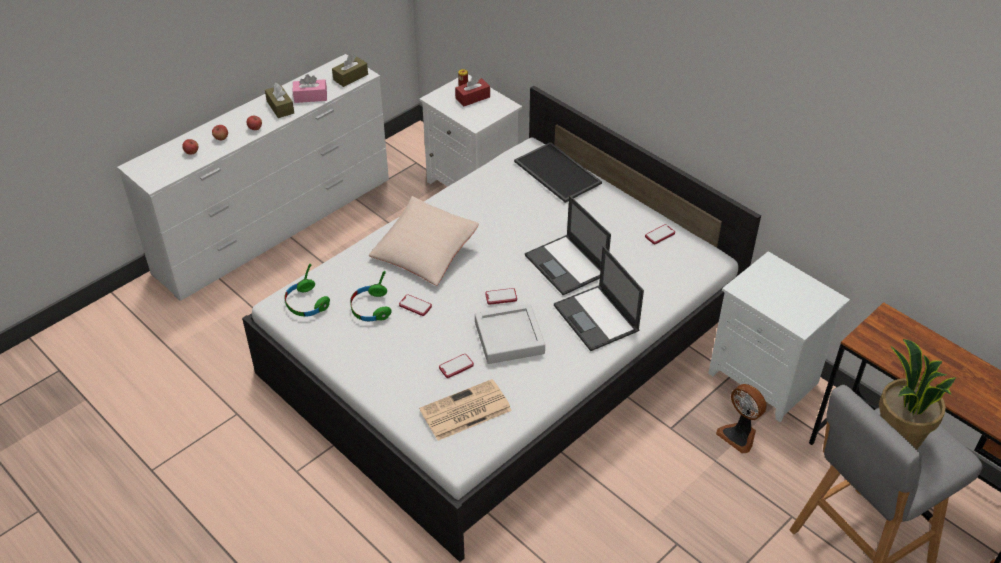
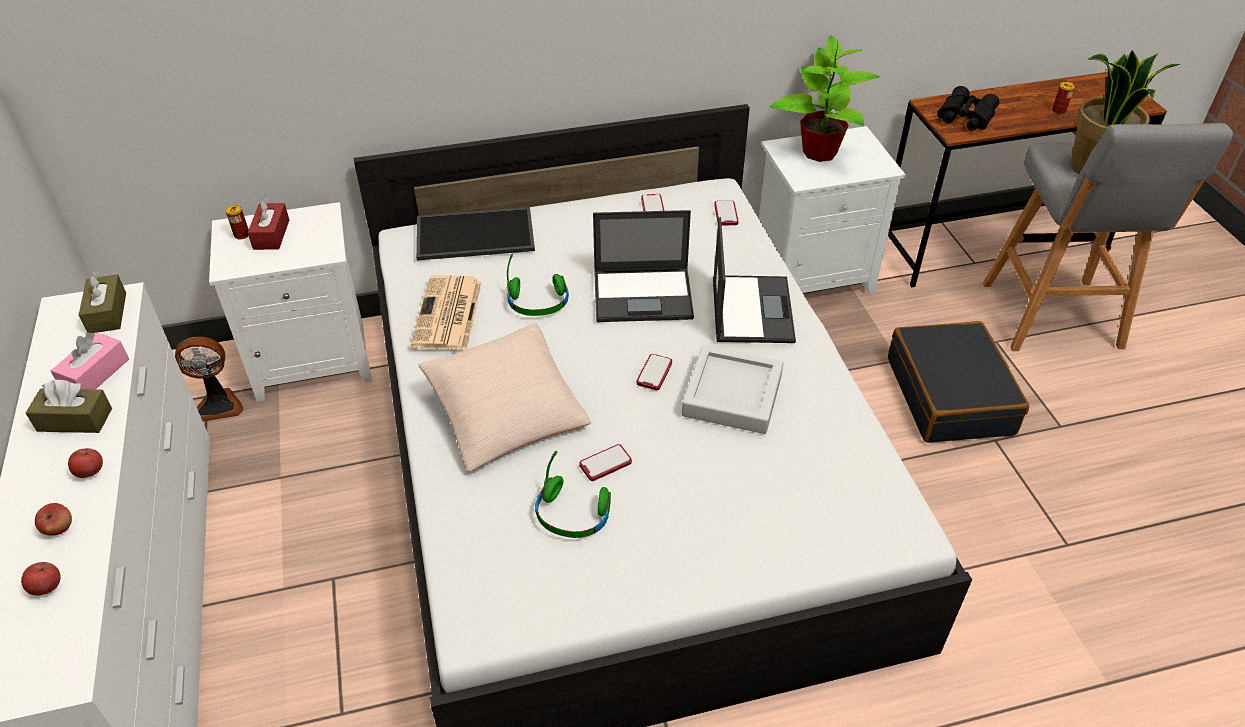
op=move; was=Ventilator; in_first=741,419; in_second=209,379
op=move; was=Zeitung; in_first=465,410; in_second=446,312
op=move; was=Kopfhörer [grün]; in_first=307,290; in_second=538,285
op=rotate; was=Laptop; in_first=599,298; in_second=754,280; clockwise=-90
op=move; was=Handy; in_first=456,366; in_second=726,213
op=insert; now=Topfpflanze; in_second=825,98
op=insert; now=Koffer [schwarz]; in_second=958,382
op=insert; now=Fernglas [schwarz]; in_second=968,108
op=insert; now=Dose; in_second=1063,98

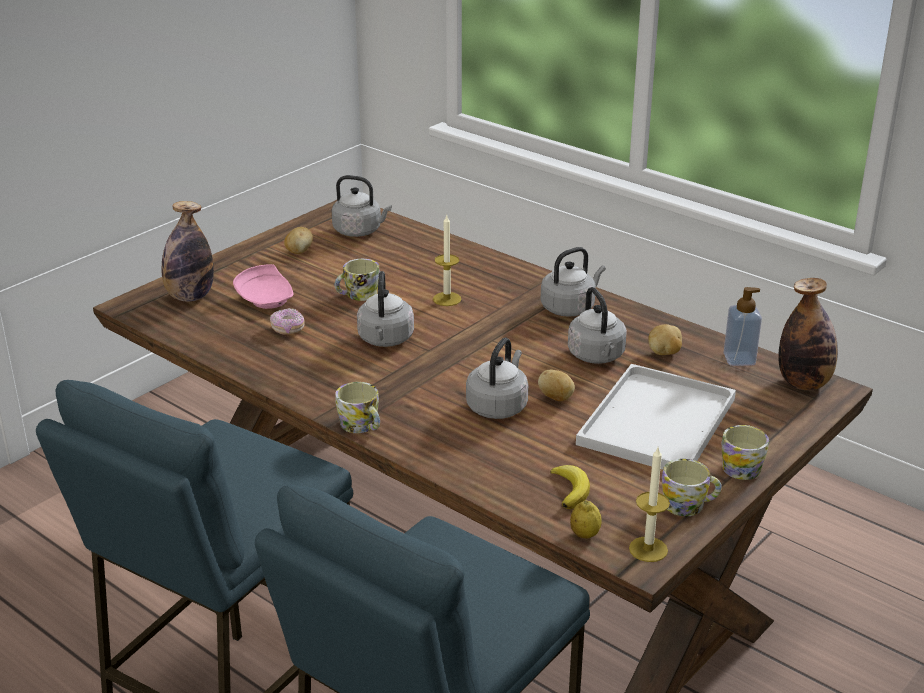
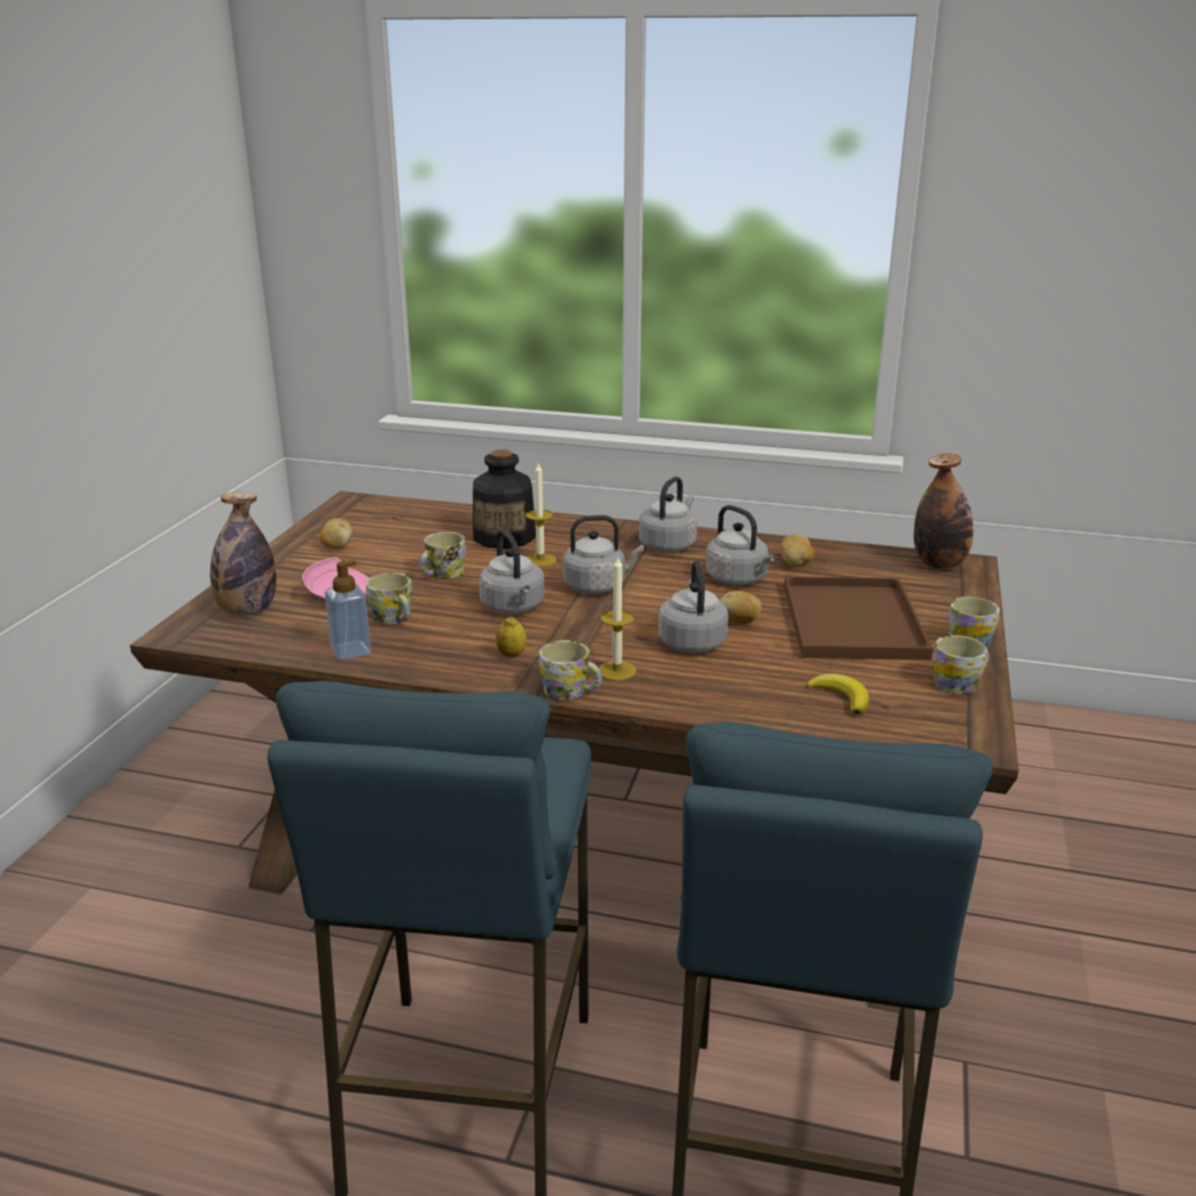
op=move; was=Seifenspender; in_first=742,326; in_second=348,610
op=replace; was=Donut; now=Henkelbecher; in_first=287,321; in_second=389,598
op=insert; now=Flasche; in_second=504,499
op=move; was=Zitrone; in_first=585,519; in_second=511,636
op=move; was=Wasserkessel [grau]; in_first=362,206; in_second=603,554
op=move; was=Kerze; in_first=649,504; in_second=617,619
op=recolor; was=Tablett [weiß]; now=Tablett [braun]; in_first=656,417; in_second=858,618

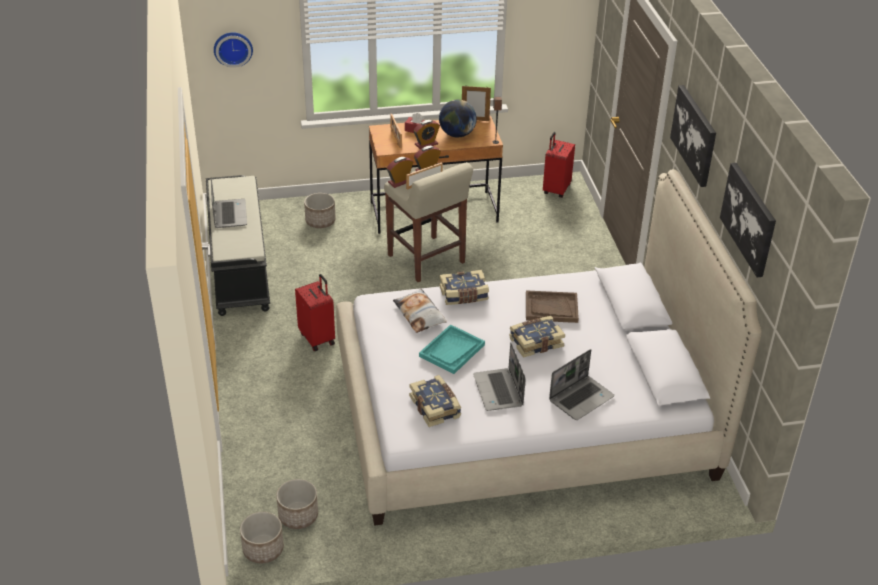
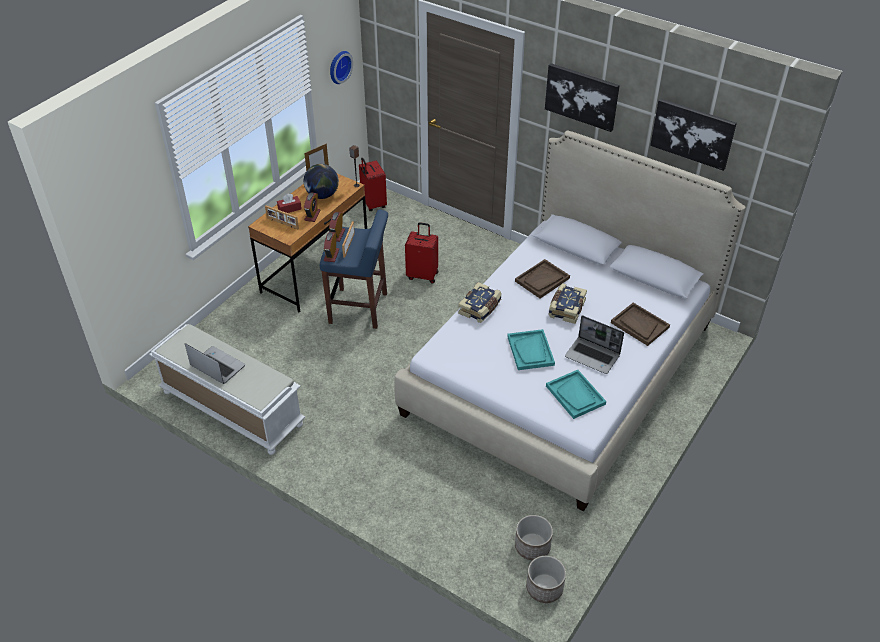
op=recolor; was=Bank [schwarz]; now=Bank [weiß]; in_first=238,245; in_second=227,389
op=recolor; was=Hocker [beige]; now=Hocker [blau]; in_first=428,222; in_second=354,269
op=move; was=Wanduhr; in_first=233,50; in_second=341,67
op=move; was=Koffer [rot]; in_first=315,312; in_second=422,253
op=replace; was=Buch; now=Tablett [türkis]; in_first=435,401; in_second=576,394
op=replace; was=Laptop; now=Tablett [braun]; in_first=581,384; in_second=640,324
op=delete; was=Pflanzkübel; in_first=320,210
op=delete; was=Kissen; in_first=420,310

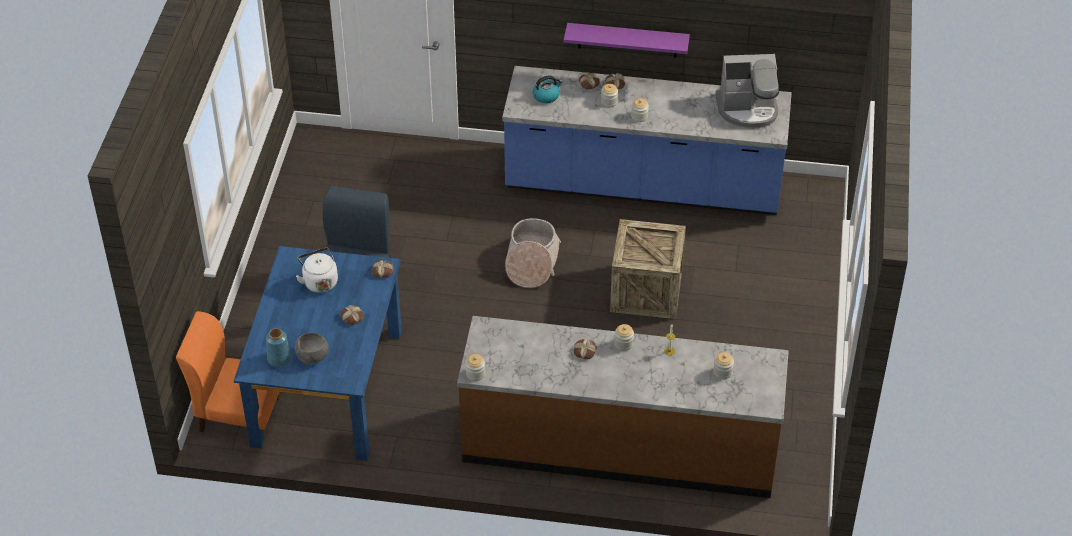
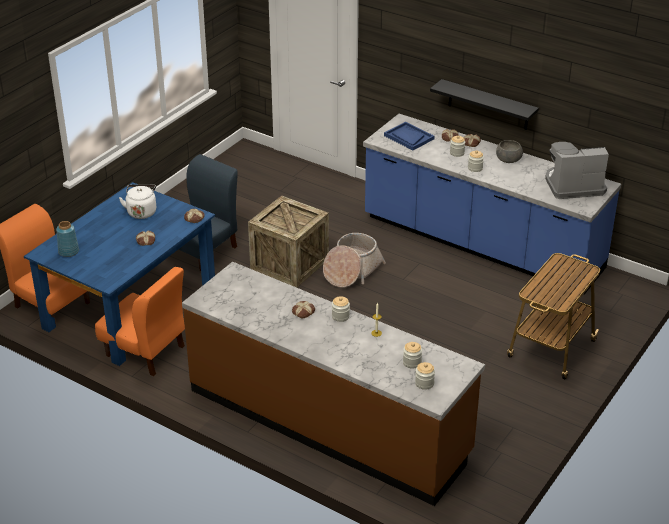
op=insert; now=Stuhl [orange]; in_second=140,321
op=move; was=Kiste; in_first=648,269; in_second=288,242
op=replace; was=Wasserkessel; now=Tablett [blau]; in_first=548,89; in_second=409,136
op=move; was=Vorratsglas; in_first=475,367; in_second=425,376
op=recolor; was=Wandregal [lila]; now=Wandregal [schwarz]; in_first=627,40; in_second=484,104
op=move; was=Schüssel [grau]; in_first=312,348; in_second=509,151
op=insert; now=Rollwagen; in_second=553,316
op=rotate; was=Kaffeemaschine; in_first=747,91; in_second=577,170; clockwise=150

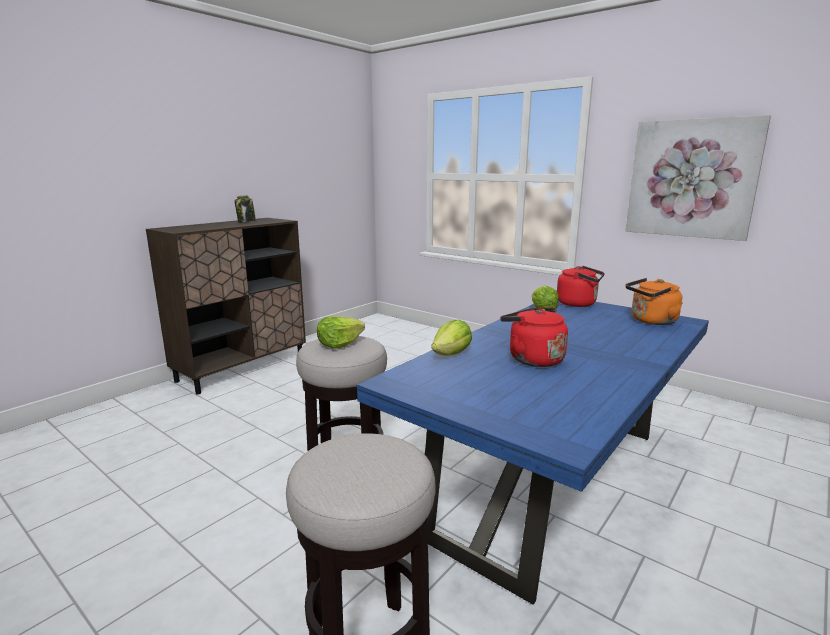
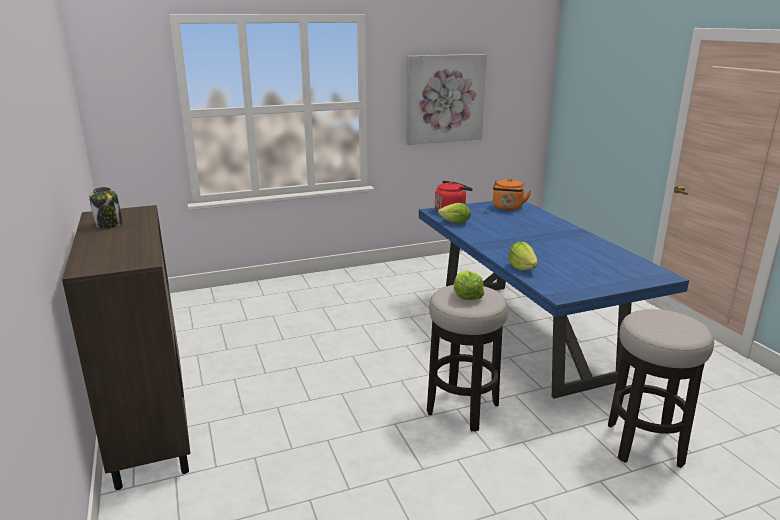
op=delete; was=Wasserkessel [rot]; in_first=534,337

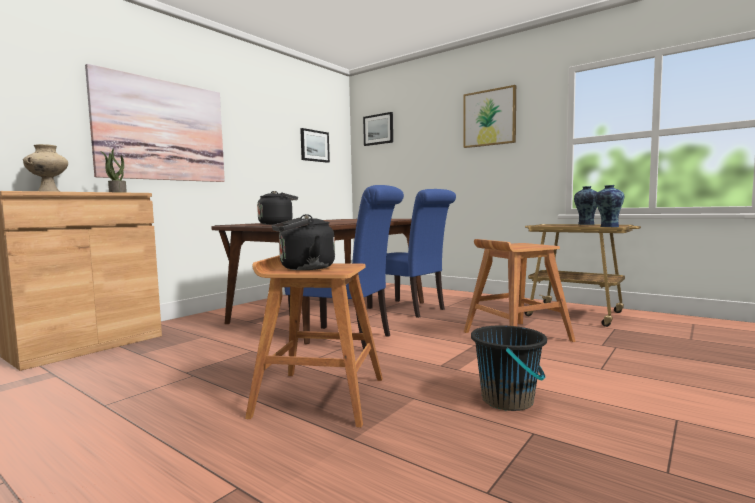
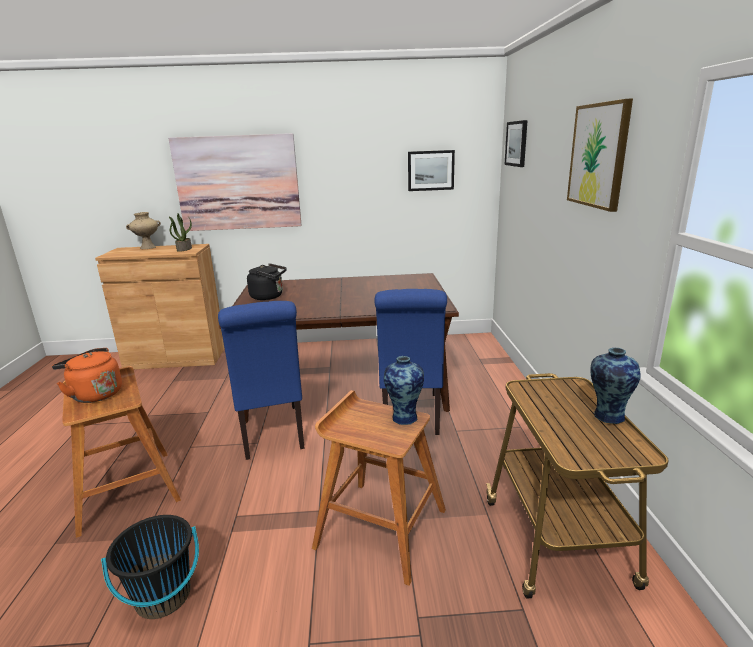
op=recolor; was=Wasserkessel [schwarz]; now=Wasserkessel [orange]; in_first=303,242; in_second=87,375
op=move; was=Vase; in_first=609,206; in_second=404,390

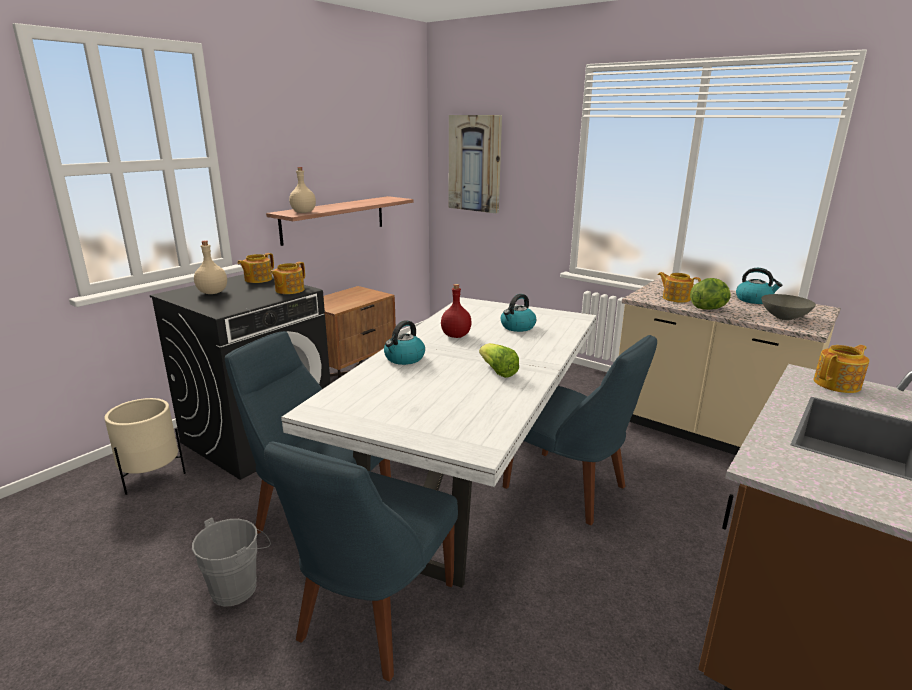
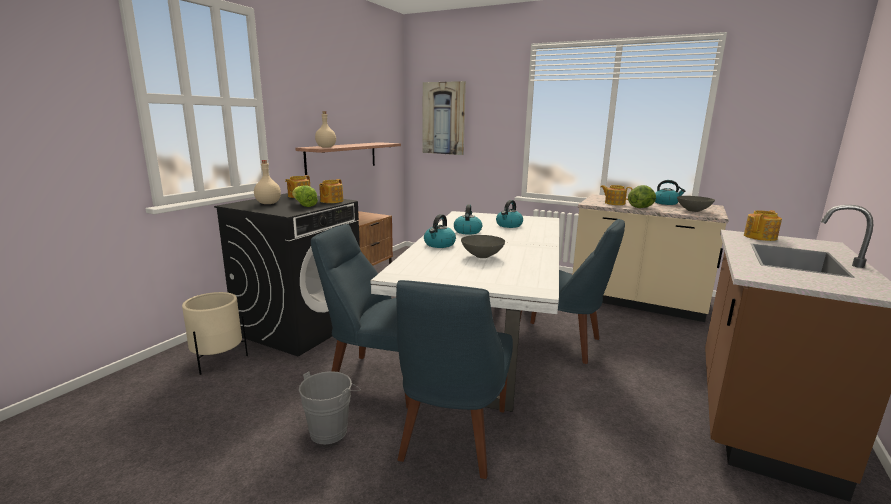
op=move; was=Salatkopf; in_first=499,360; in_second=305,196
op=replace; was=Flasche [rot]; now=Wasserkessel; in_first=456,311; in_second=468,219
op=insert; now=Schüssel [grau]; in_second=483,246

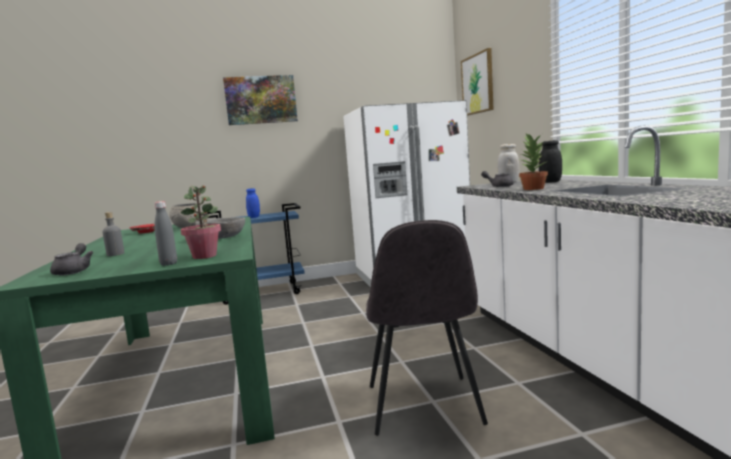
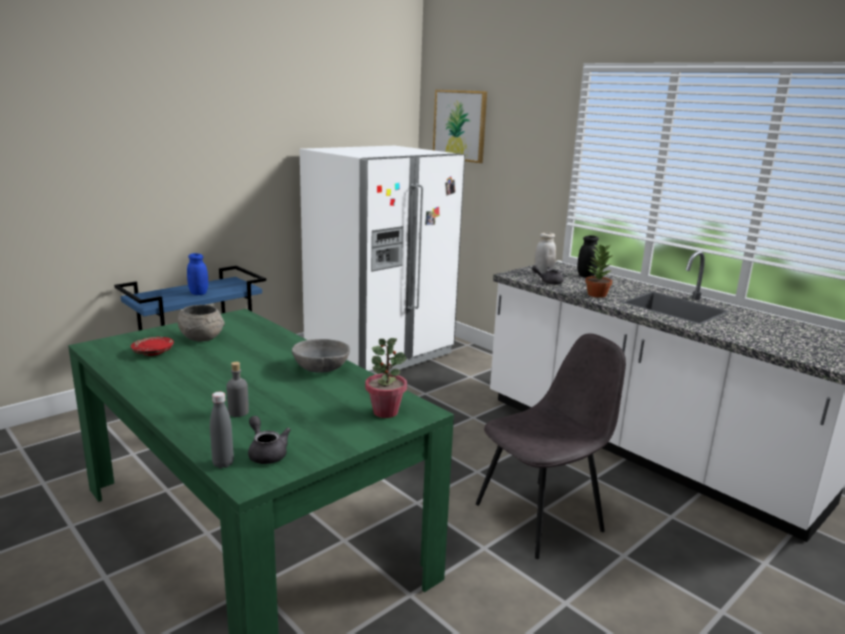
op=move; was=Flasche [grau]; in_first=165,233; in_second=222,430
op=rotate; was=Stuhl [grau]; in_first=427,328; in_second=551,446; clockwise=-90
op=delete; was=Bild; in_first=260,100

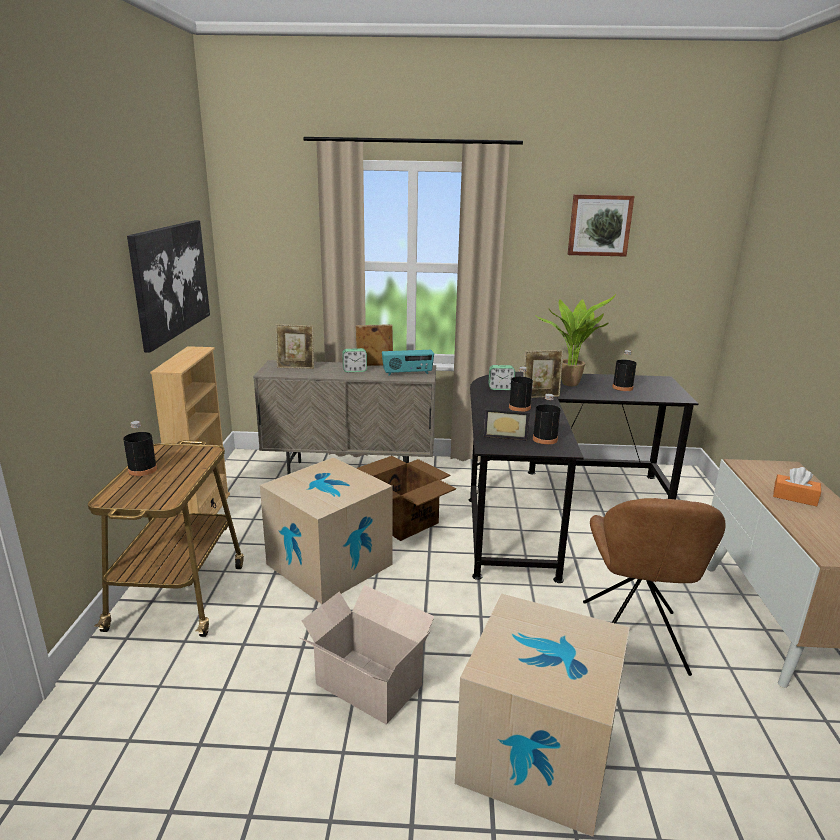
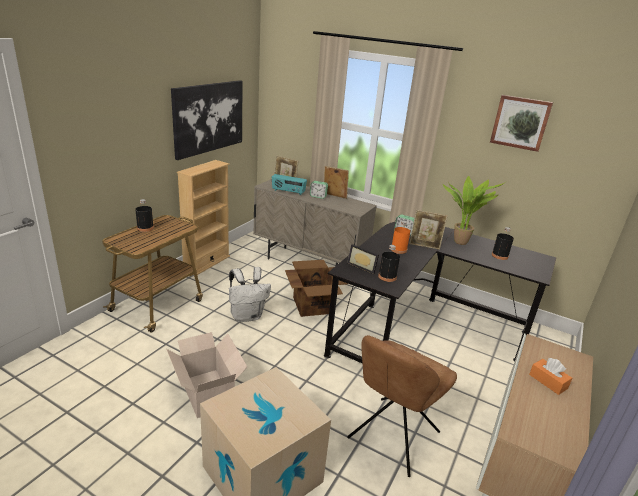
op=replace; was=Karton; now=Rucksack [weiß]; in_first=326,530; in_second=250,294
op=move; was=Radio; in_first=408,363; in_second=289,184
op=recolor; was=Flasche [schwarz]; now=Flasche [orange]; in_first=521,389; in_second=400,237

